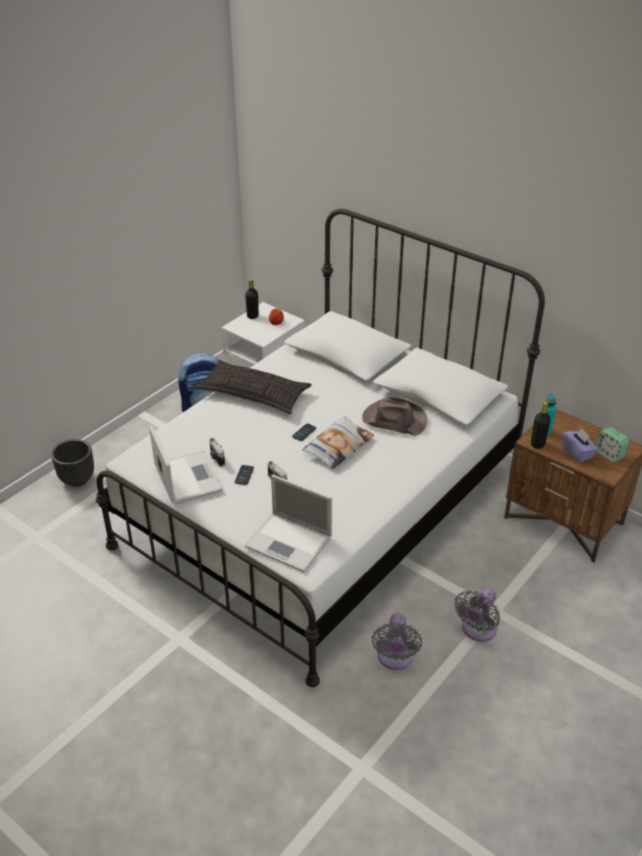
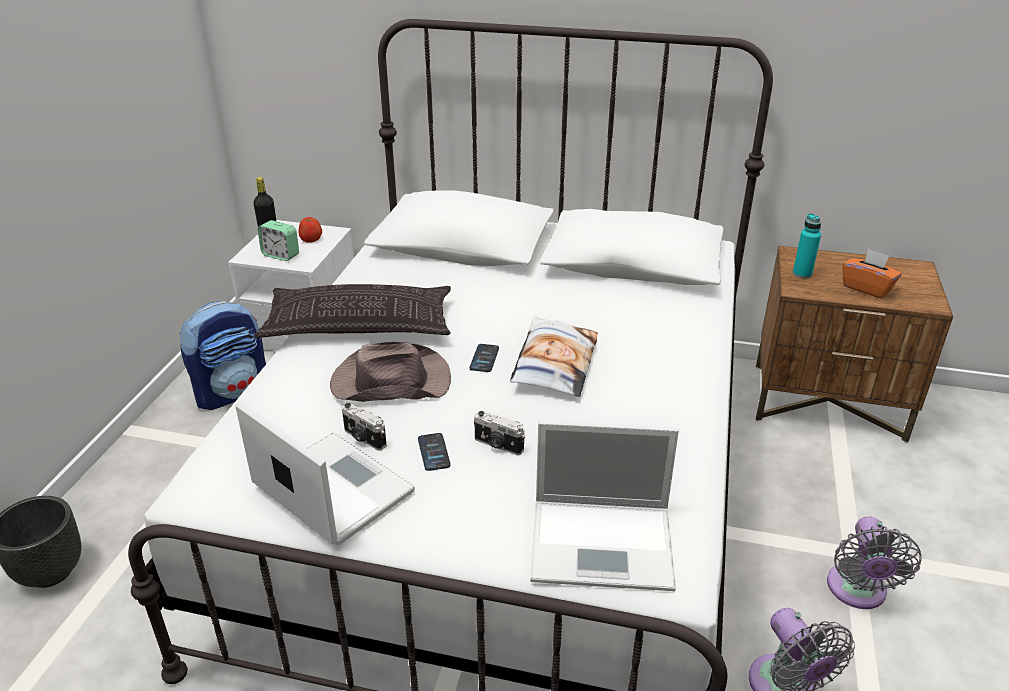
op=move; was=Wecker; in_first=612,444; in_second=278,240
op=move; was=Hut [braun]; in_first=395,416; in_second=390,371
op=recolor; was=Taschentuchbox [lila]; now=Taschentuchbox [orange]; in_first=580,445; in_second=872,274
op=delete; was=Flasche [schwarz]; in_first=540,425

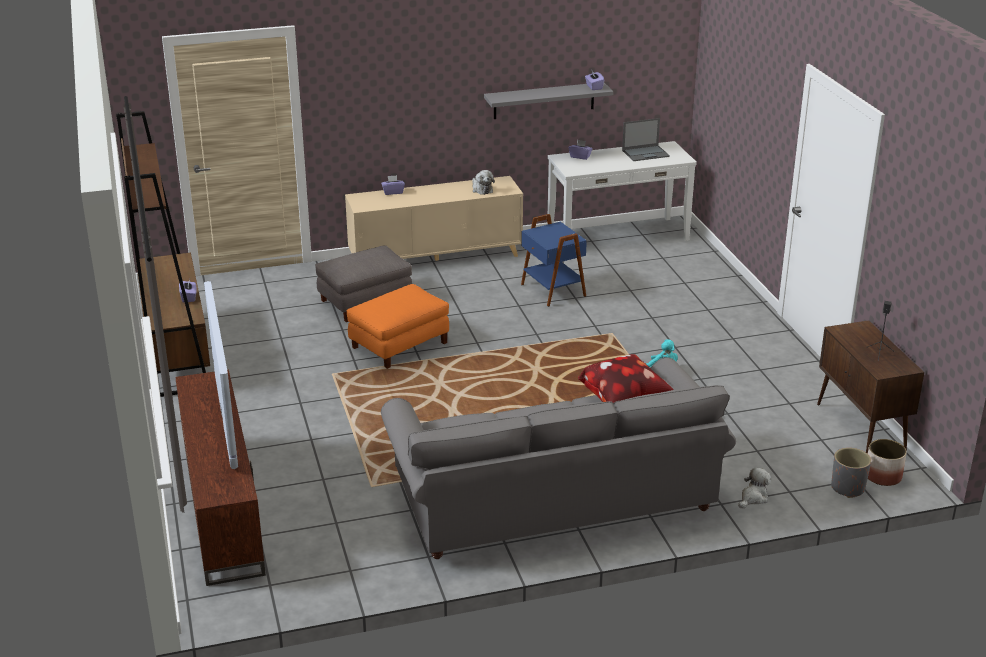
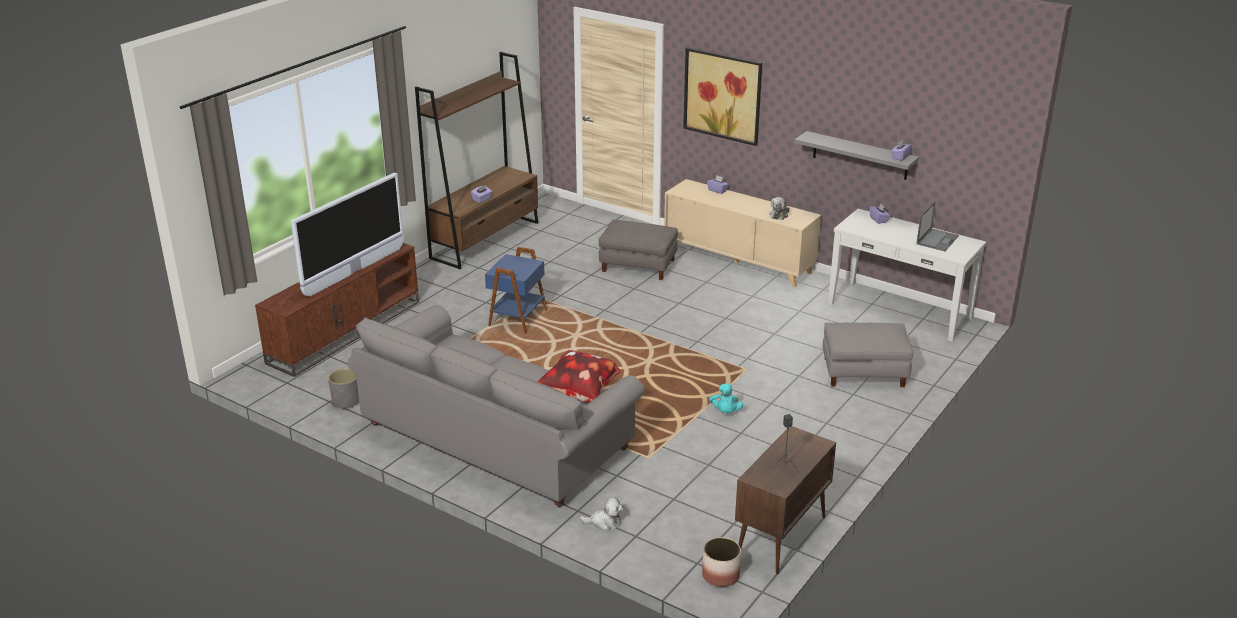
op=move; was=Pflanzkübel [grau]; in_first=851,473; in_second=343,388
op=move; was=Beistelltisch [blau]; in_first=554,260; in_second=516,290
op=insert; now=Bild; in_second=722,97
op=insert; now=Polsterhocker [grau]; in_second=868,355
op=rotate; was=Laptop; in_first=646,139; in_second=938,226; clockwise=-90
op=delete; was=Polsterhocker [orange]; in_first=397,326

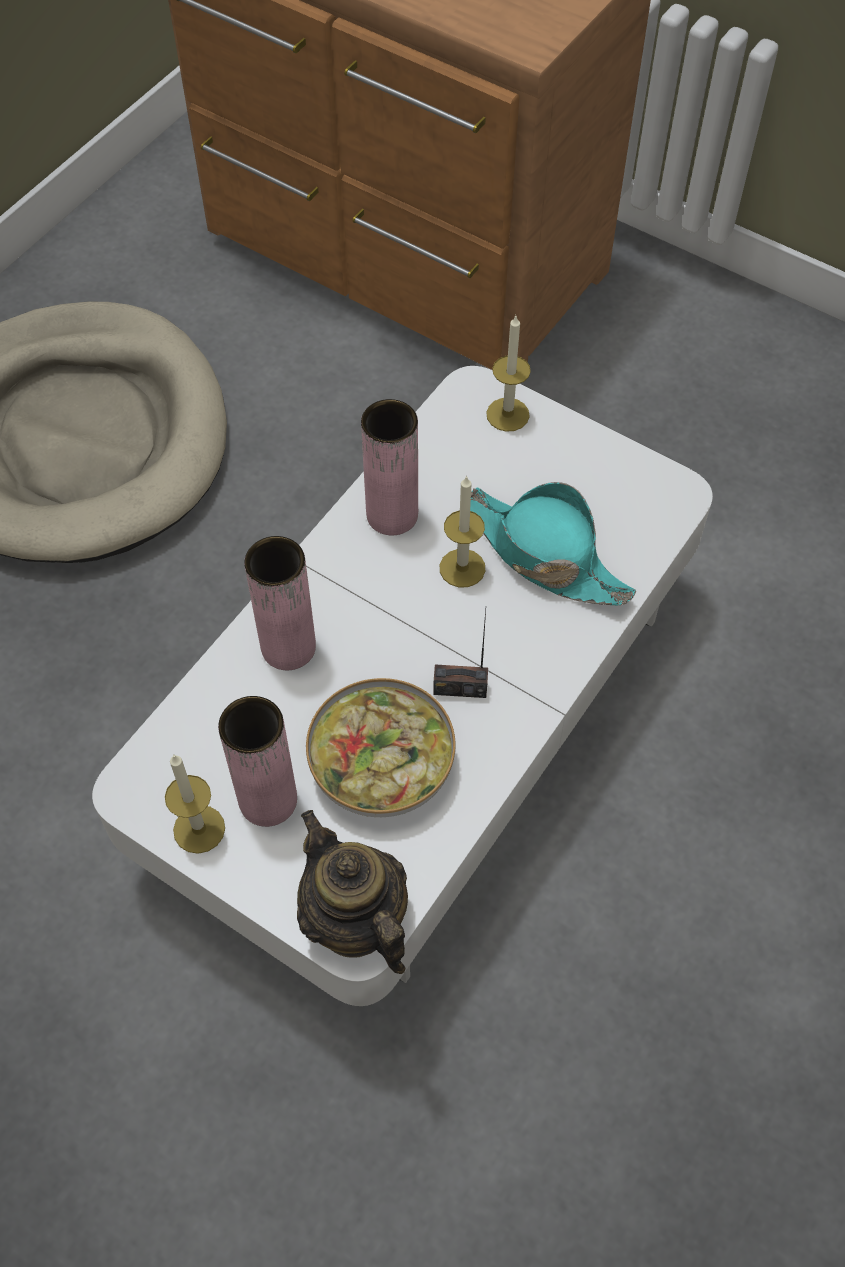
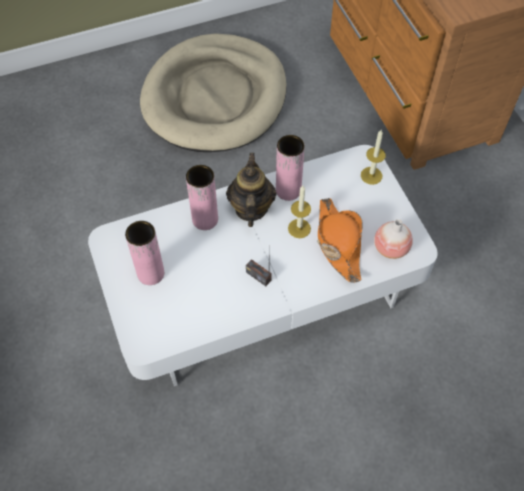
op=move; was=Teekanne; in_first=352,892; in_second=251,190
op=recolor; was=Hut [türkis]; now=Hut [orange]; in_first=553,543; in_second=340,240
op=insert; now=Vase; in_second=393,239
op=delete; was=Kerze; in_first=195,804
op=delete; was=Schüssel; in_first=380,747

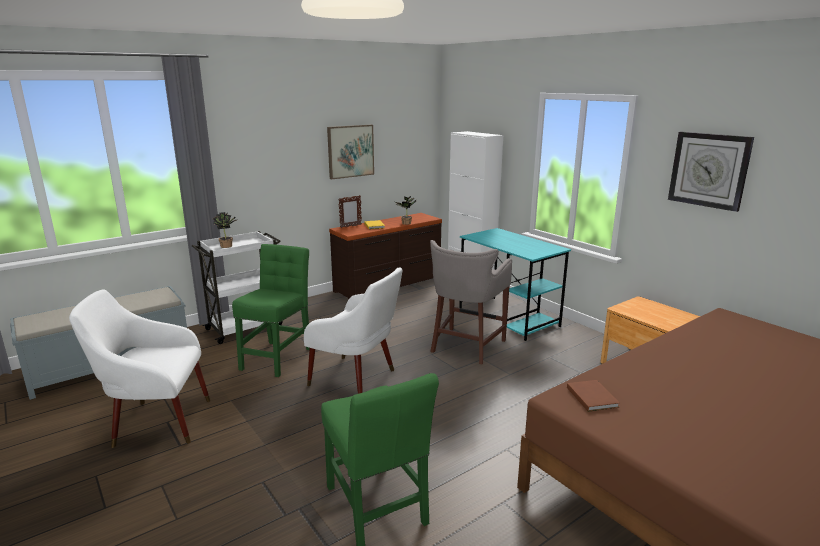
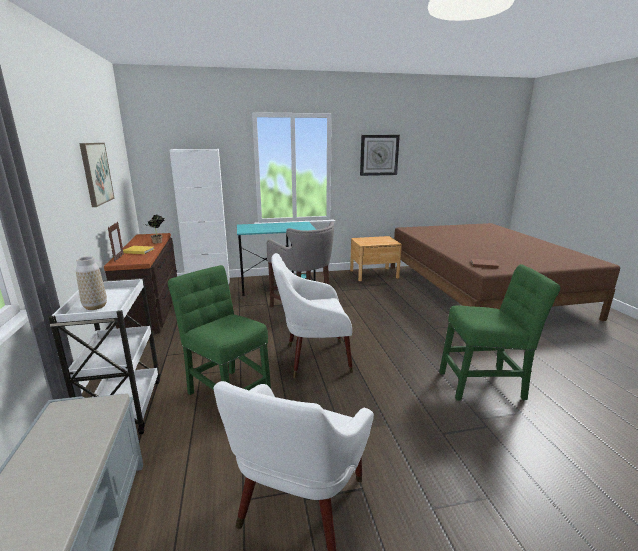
op=replace; was=Topfpflanze; now=Vase; in_first=225,230; in_second=91,283
op=rotate; was=Sessel [weiß]; in_first=353,330; in_second=312,315; clockwise=-150

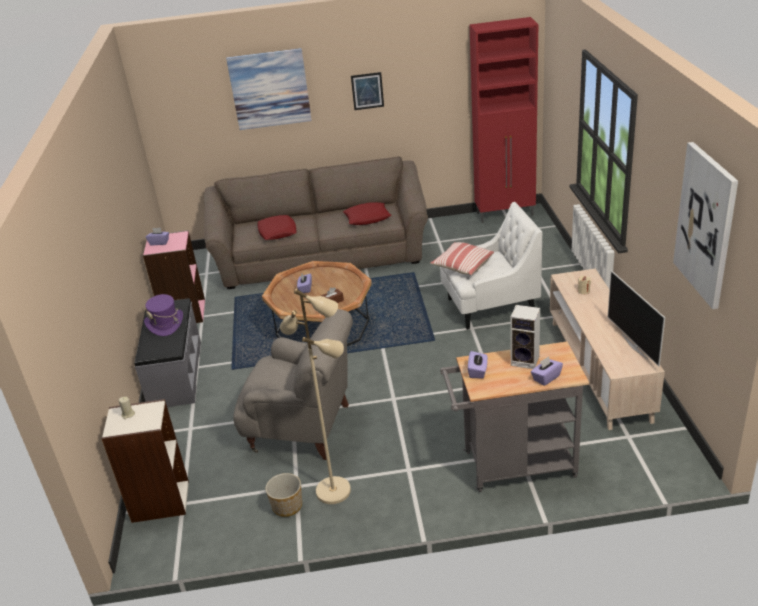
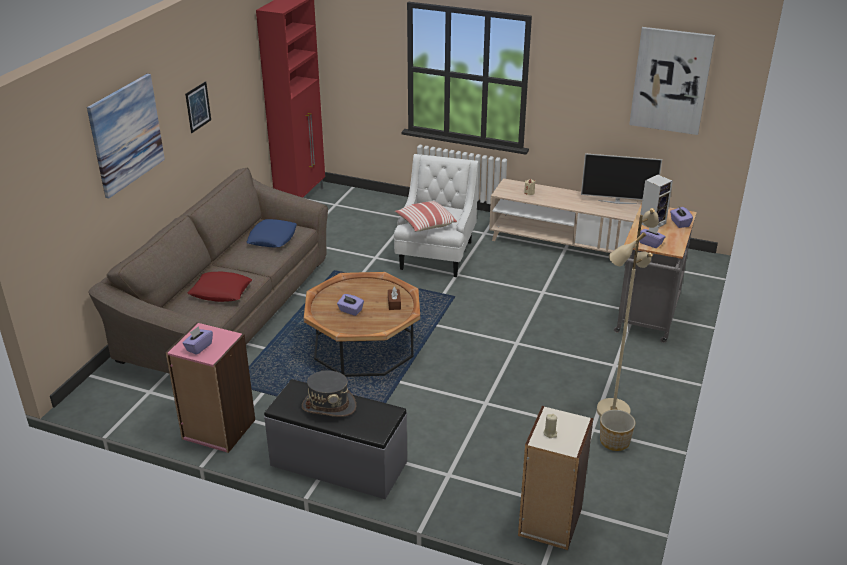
op=recolor; was=Kissen [rot]; now=Kissen [blau]; in_first=367,213; in_second=272,233
op=recolor; was=Hut [lila]; now=Hut [grau]; in_first=163,315; in_second=329,393
op=delete; was=Sessel [grau]; in_first=293,384

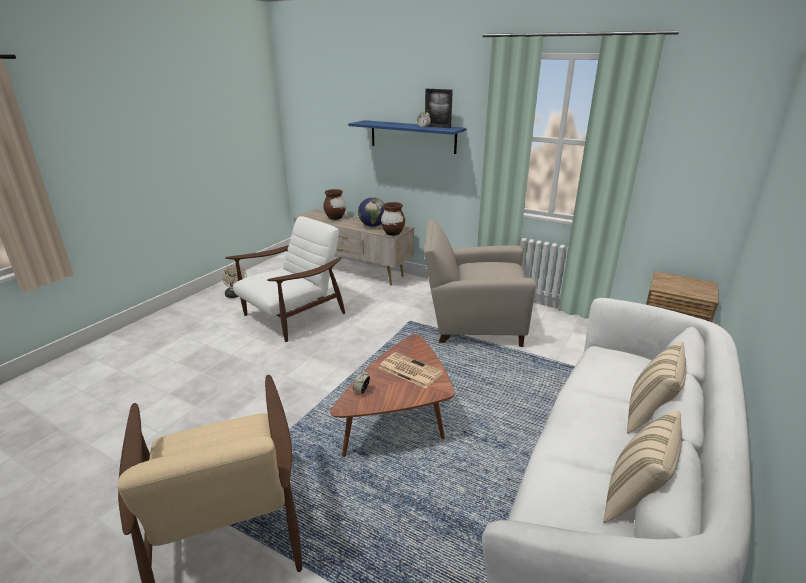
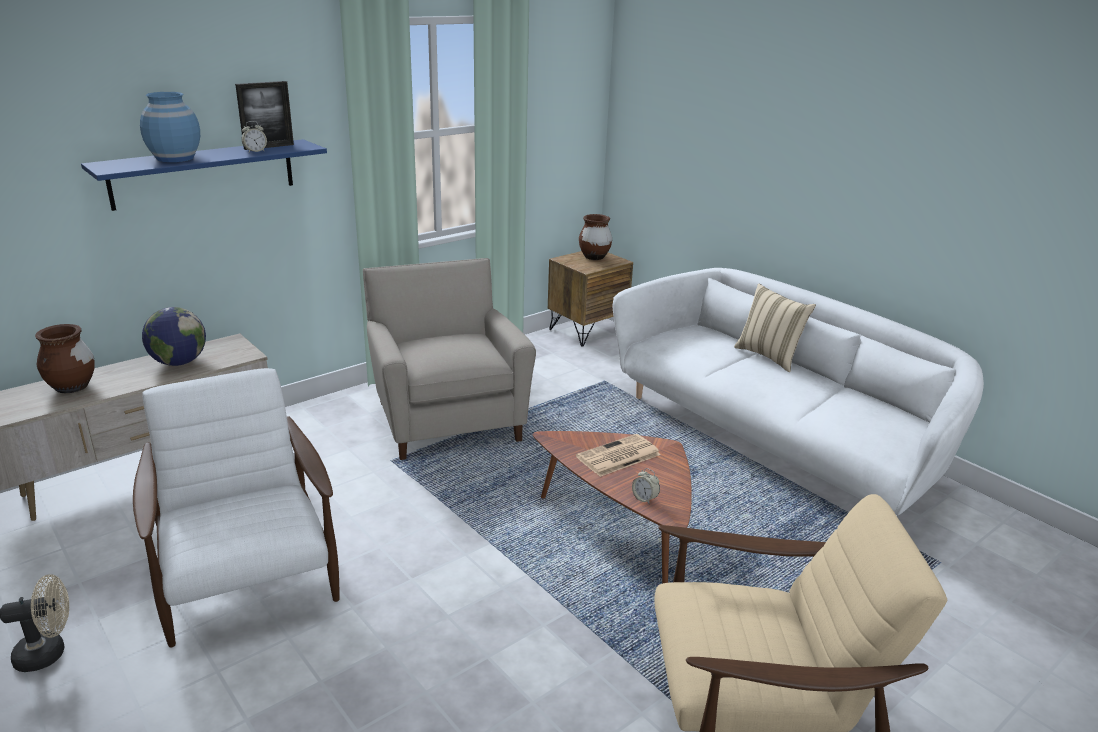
op=insert; now=Vase [blau]; in_second=170,127
op=rotate; was=Sessel [beige]; in_first=480,283; in_second=449,359; clockwise=135
op=move; was=Vase [braun]; in_first=393,219; in_second=595,237
op=delete; was=Kissen [beige]; in_first=642,466

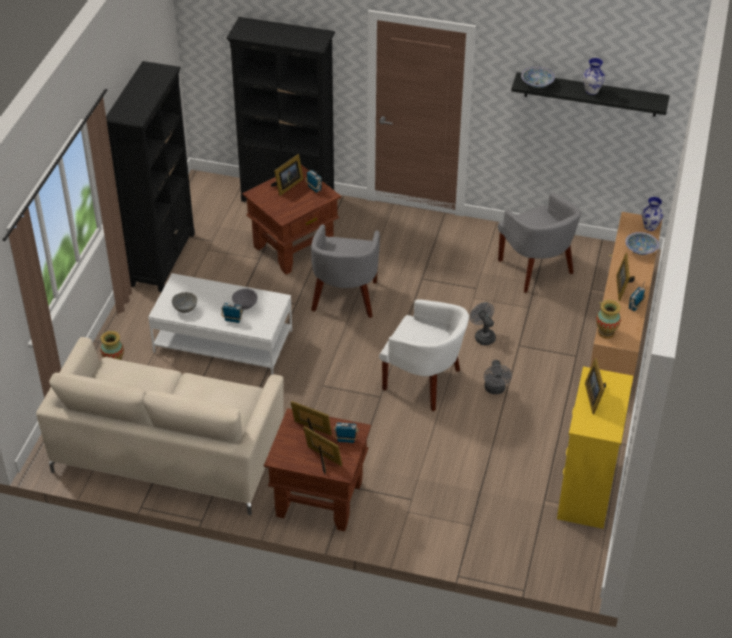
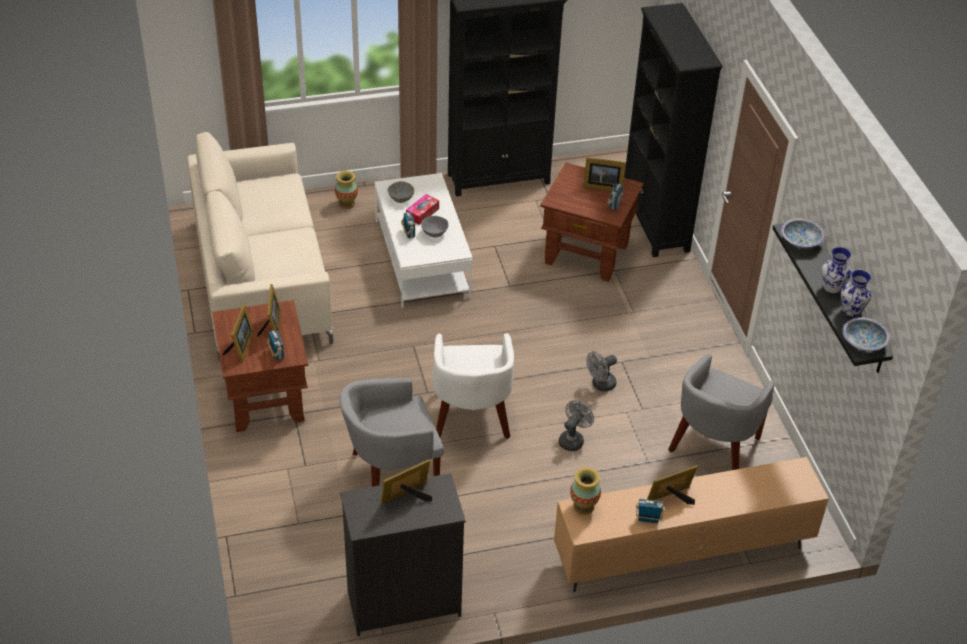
op=move; was=Sessel [grau]; in_first=345,271; in_second=391,432
op=recolor; was=Kommode [gelb]; now=Kommode [schwarz]; in_first=595,447; in_second=403,554
op=insert; now=Taschentuchbox; in_second=422,209
op=move; was=Ventilator [grau]; in_first=498,377; in_second=601,371
op=move; was=Vase; in_first=652,214; in_second=856,293
op=move; was=Schüssel; in_first=642,243; in_second=866,334

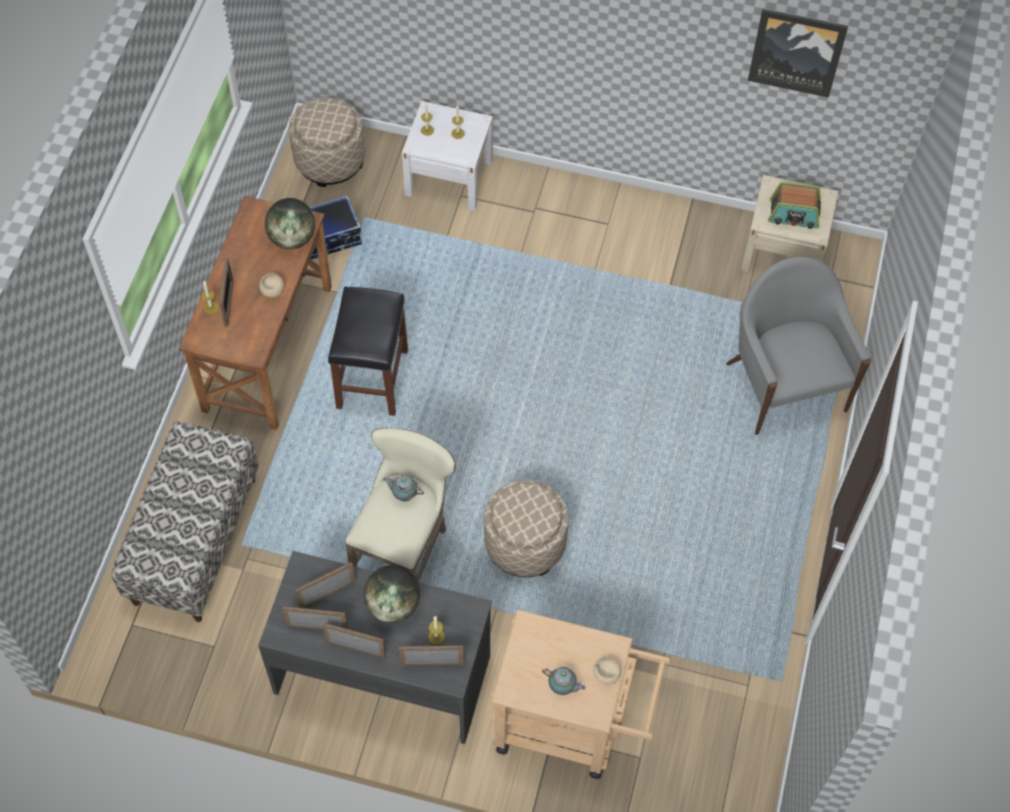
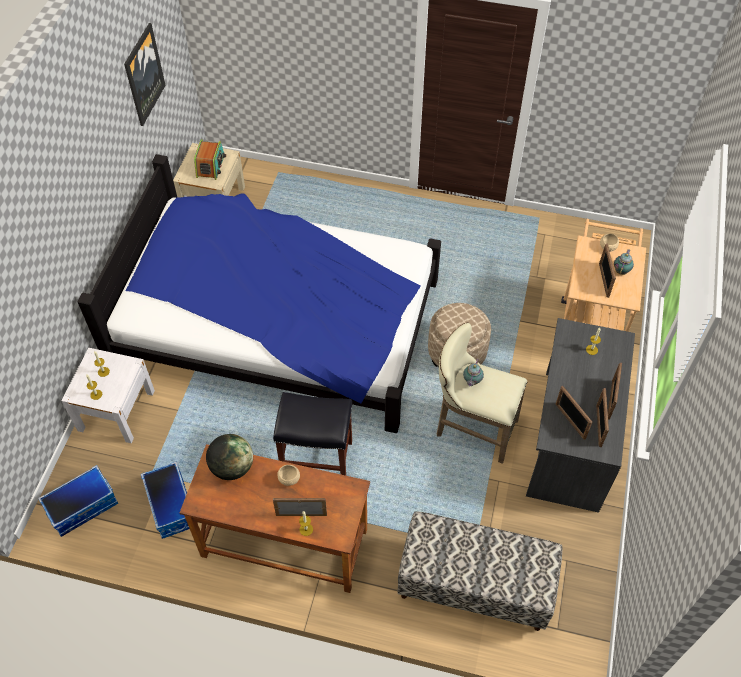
op=replace; was=Polsterhocker [beige]; now=Aufbewahrungsbox; in_first=327,142; in_second=78,501
op=insert; now=Bett; in_second=259,293
op=move; was=Bilderrahmen; in_first=431,655; in_second=607,271
op=delete; was=Globus; in_first=392,594
op=delete; was=Sessel [grau]; in_first=798,346

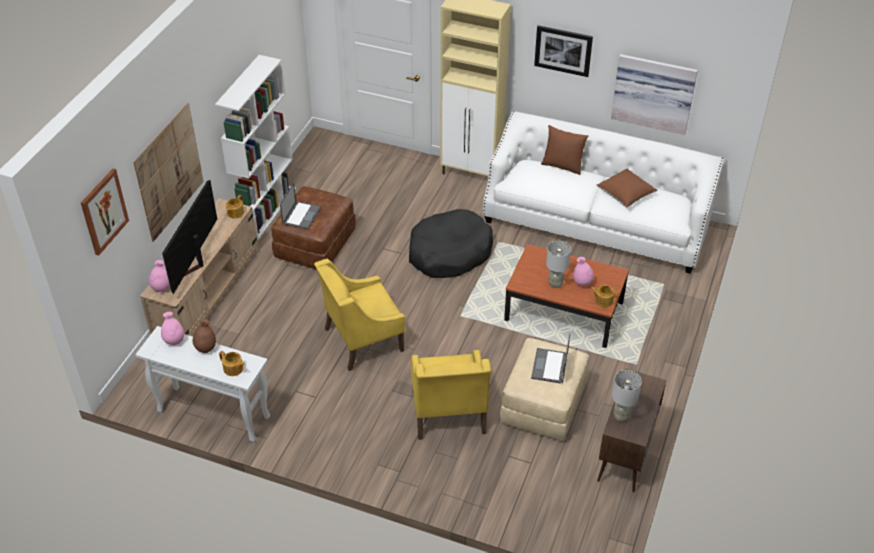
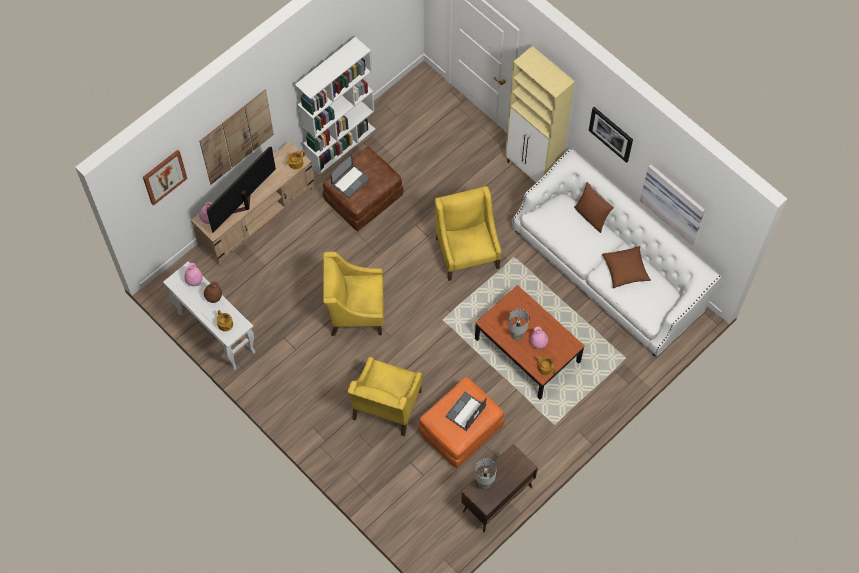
op=recolor; was=Polsterhocker [beige]; now=Polsterhocker [orange]; in_first=544,389; in_second=461,422
op=replace; was=Hundebett [schwarz]; now=Sessel [gelb]; in_first=451,243; in_second=468,233

